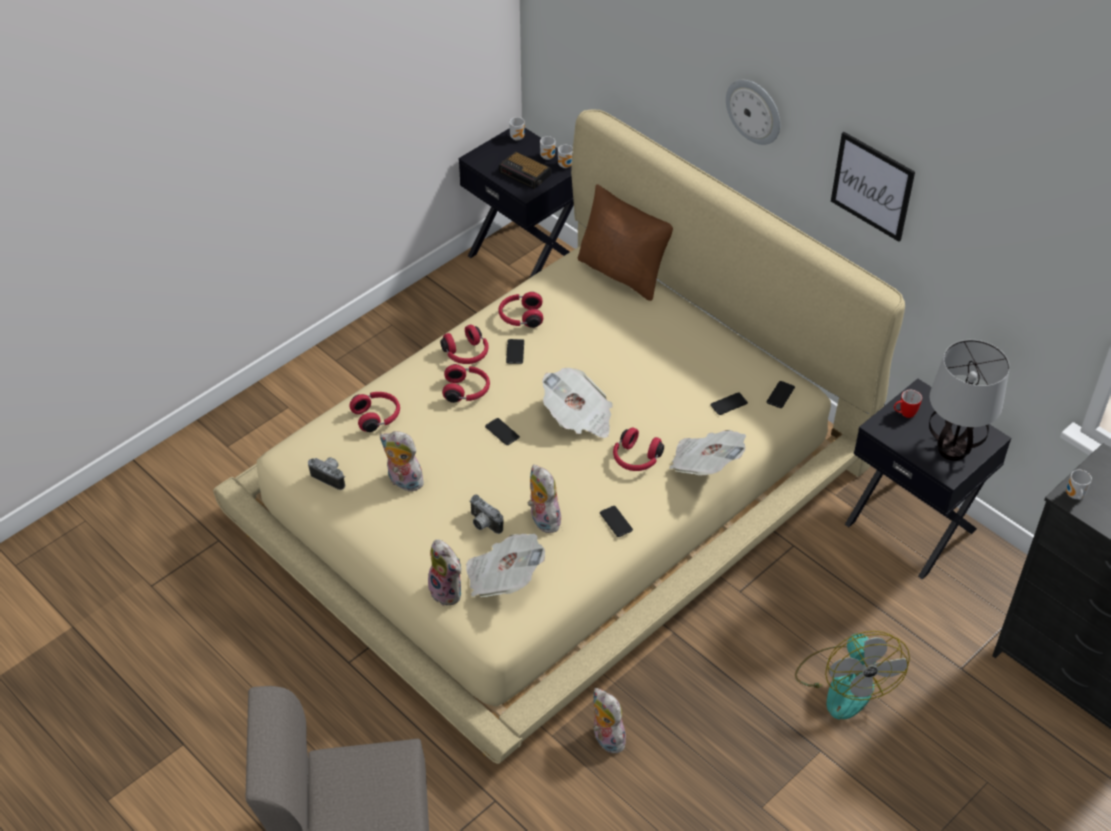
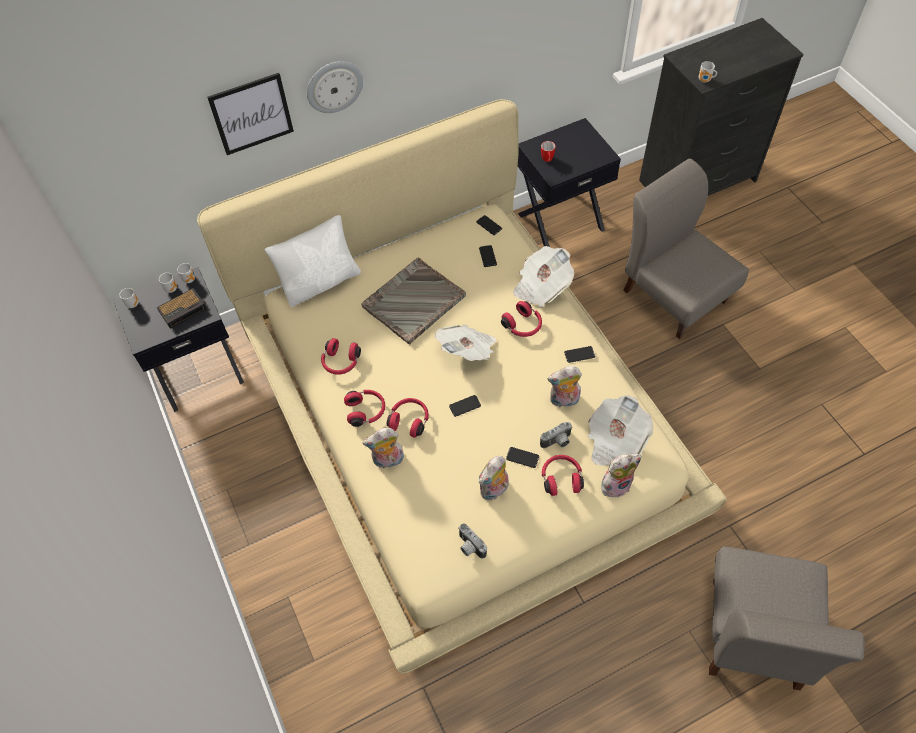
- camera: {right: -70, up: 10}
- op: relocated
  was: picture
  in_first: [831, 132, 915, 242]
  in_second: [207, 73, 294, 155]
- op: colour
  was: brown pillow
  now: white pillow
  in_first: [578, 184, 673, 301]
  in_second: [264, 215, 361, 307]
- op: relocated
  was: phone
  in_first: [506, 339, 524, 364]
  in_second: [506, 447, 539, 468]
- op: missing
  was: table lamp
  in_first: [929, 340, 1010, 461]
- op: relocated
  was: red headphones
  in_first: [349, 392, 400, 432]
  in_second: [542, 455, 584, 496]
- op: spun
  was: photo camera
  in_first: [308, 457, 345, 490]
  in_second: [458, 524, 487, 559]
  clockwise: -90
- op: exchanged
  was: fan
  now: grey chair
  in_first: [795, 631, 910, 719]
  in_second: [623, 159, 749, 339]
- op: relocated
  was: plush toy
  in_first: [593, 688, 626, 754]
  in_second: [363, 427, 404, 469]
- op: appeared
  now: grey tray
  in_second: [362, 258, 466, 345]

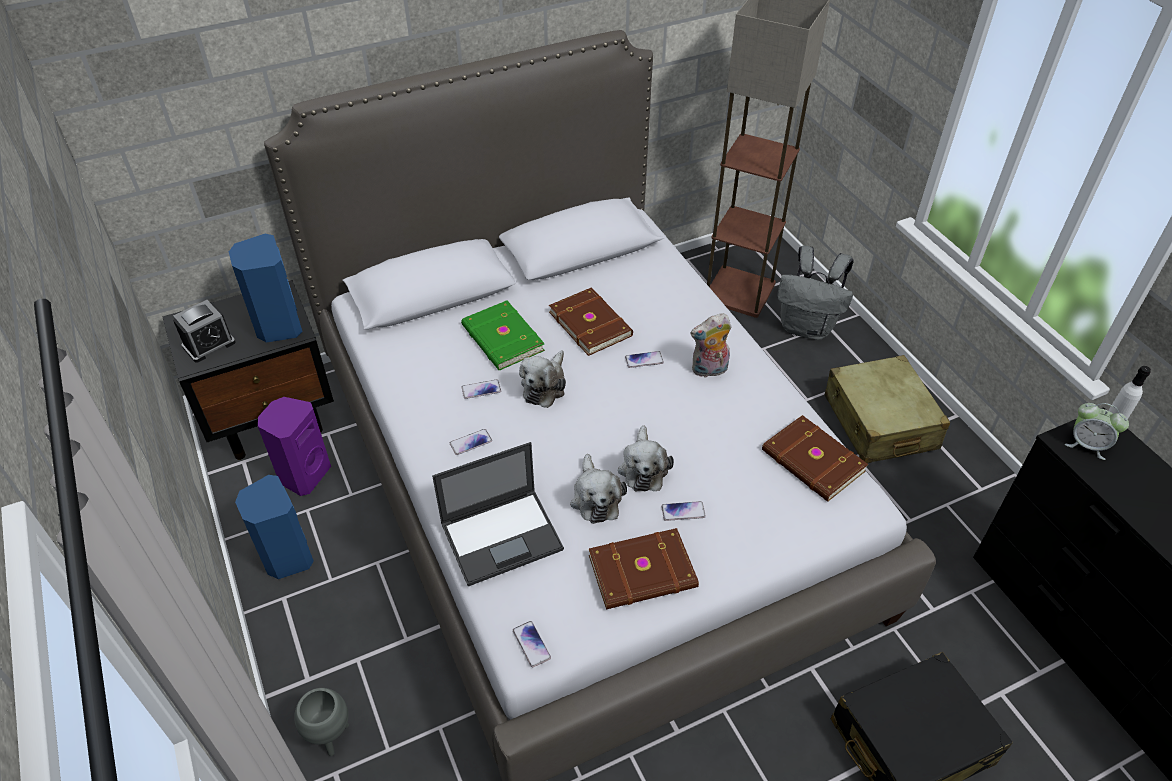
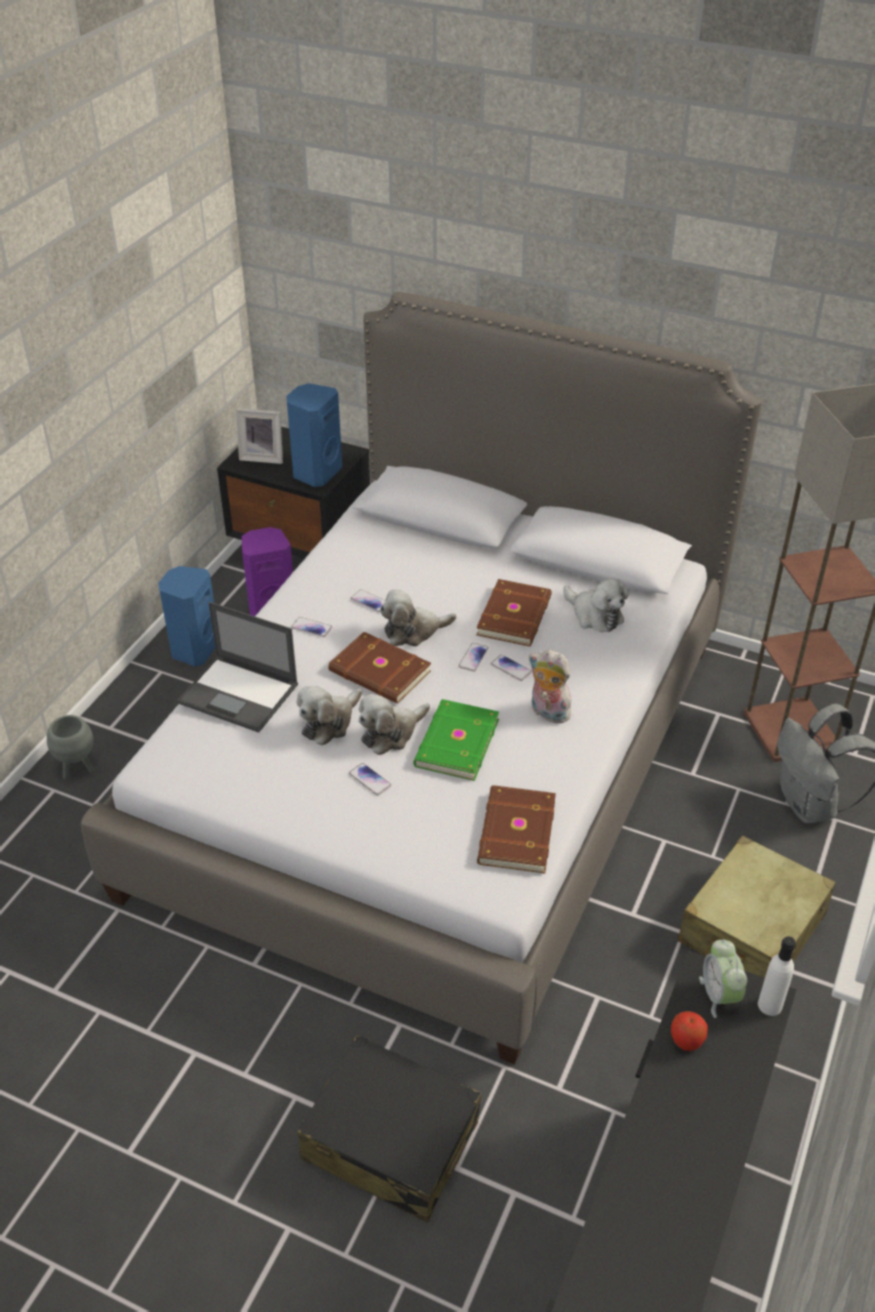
- camera: {right: 50, up: -5}
- op: exchanged
  was: alarm clock
  now: picture frame
  in_first: [173, 300, 236, 363]
  in_second: [236, 408, 283, 464]
- op: relocated
  was: green book
  in_first: [461, 301, 545, 370]
  in_second: [413, 699, 499, 781]
- op: relocated
  was: brown book
  in_first: [589, 528, 699, 609]
  in_second: [328, 632, 431, 704]
- op: relocated
  was: phone
  in_first: [513, 621, 551, 667]
  in_second: [458, 643, 489, 672]
- op: appeared
  now: plush toy
  in_second: [563, 578, 628, 632]
- op: appeared
  now: apple
  in_second: [671, 1011, 708, 1051]

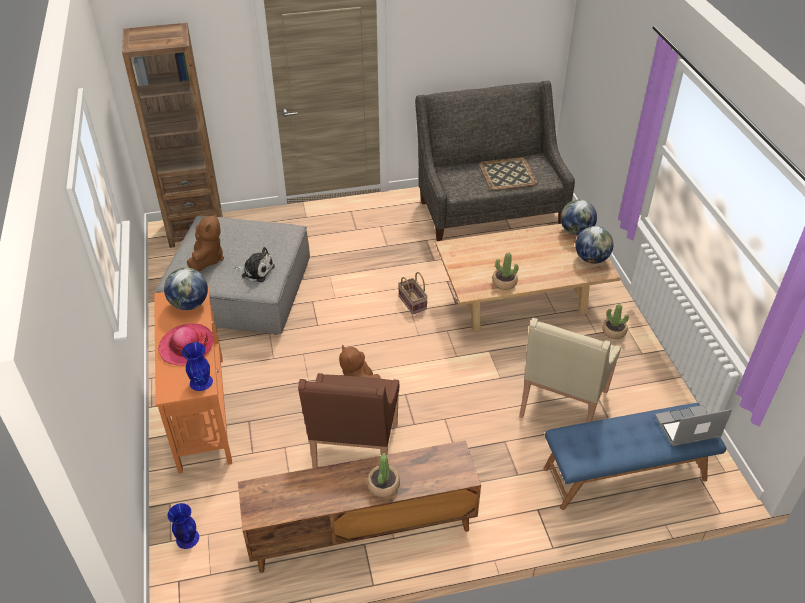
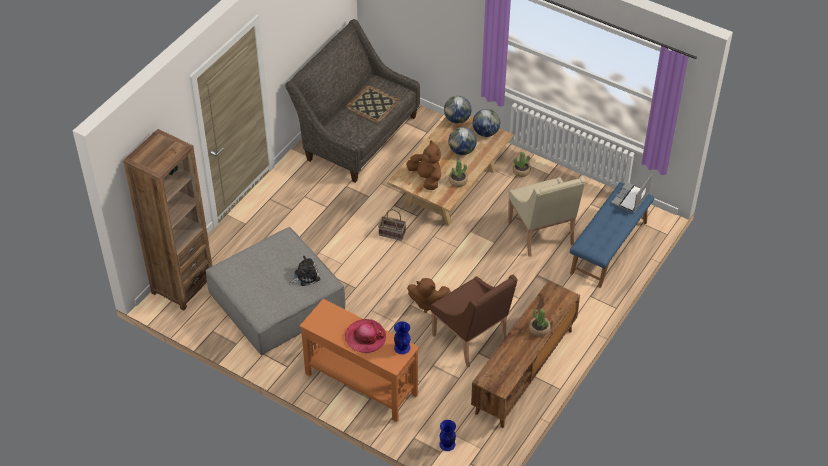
- camera: {right: -45, up: 5}
- op: relocated
  was: brown plush toy
  in_first: [187, 213, 224, 271]
  in_second: [406, 140, 441, 190]
- op: relocated
  was: globe
  in_first: [164, 268, 208, 310]
  in_second: [449, 127, 477, 155]

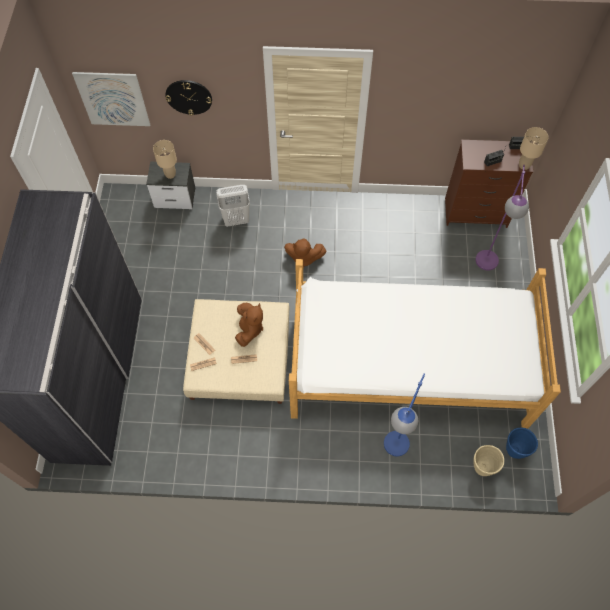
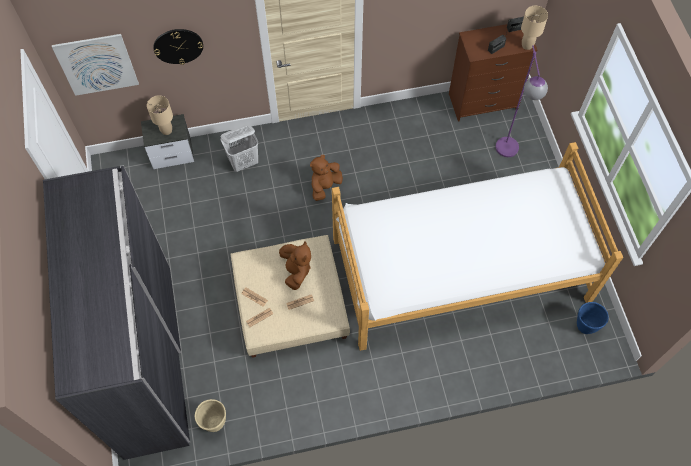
- camera: {right: -15, up: 0}
- op: spun
  was: brown plush toy
  in_first: [284, 238, 326, 268]
  in_second: [310, 154, 343, 201]
  clockwise: 135
- op: missing
  was: blue floor lamp
  in_first: [384, 374, 425, 456]
- op: relocated
  was: beige planter
  in_first: [473, 445, 504, 476]
  in_second: [195, 399, 226, 432]

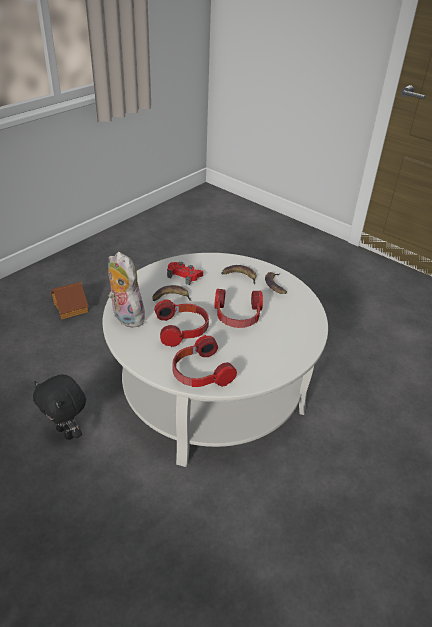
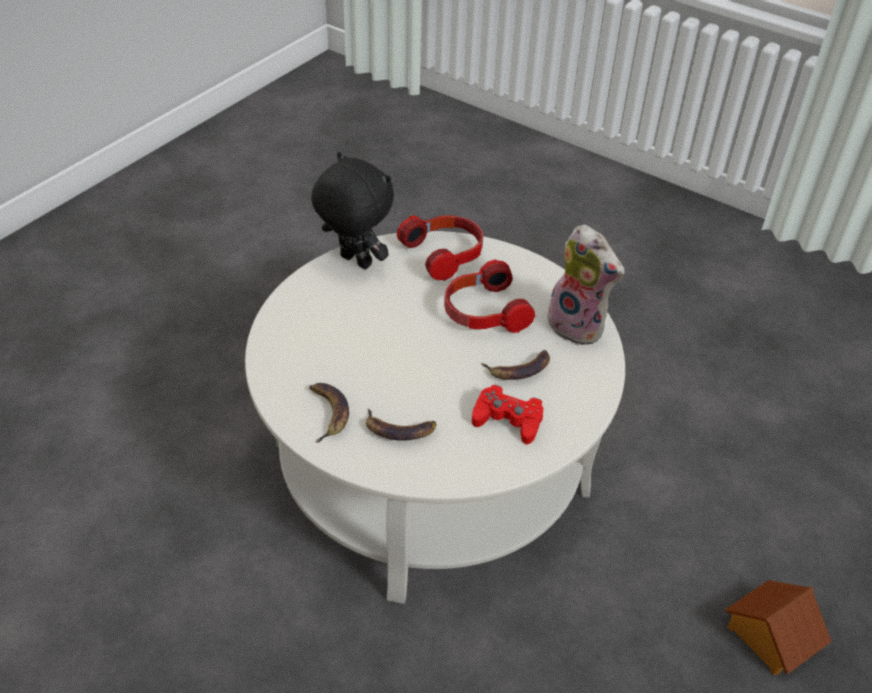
- camera: {right: 175, up: 5}
- op: missing
  was: headphones
  in_first: [214, 289, 263, 328]
- op: relocated
  was: black plush toy
  in_first: [33, 374, 86, 440]
  in_second: [311, 152, 394, 269]

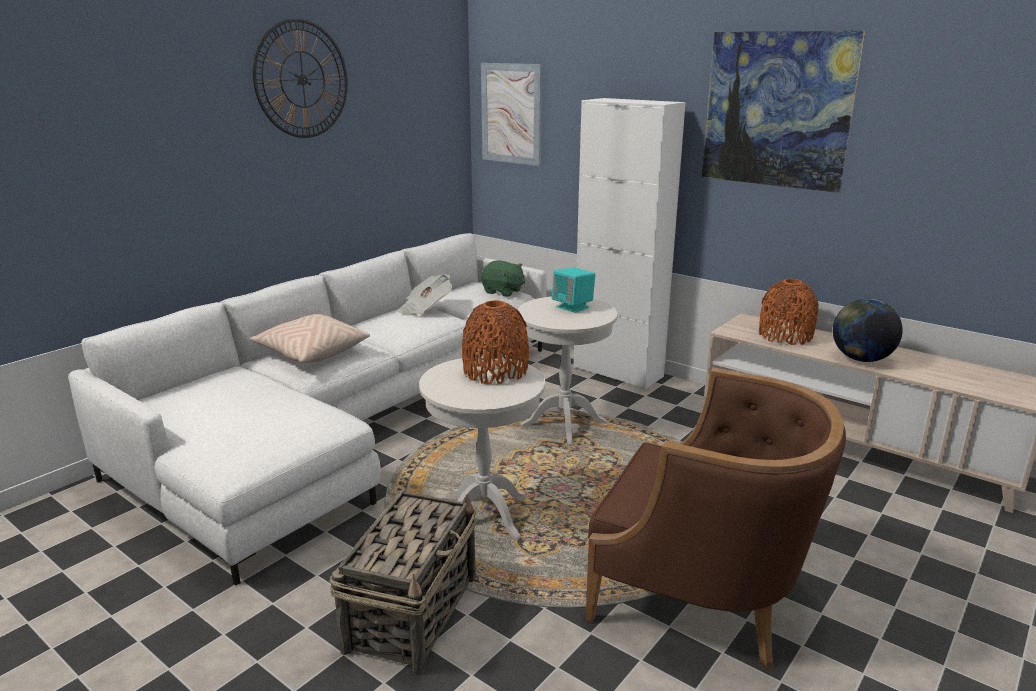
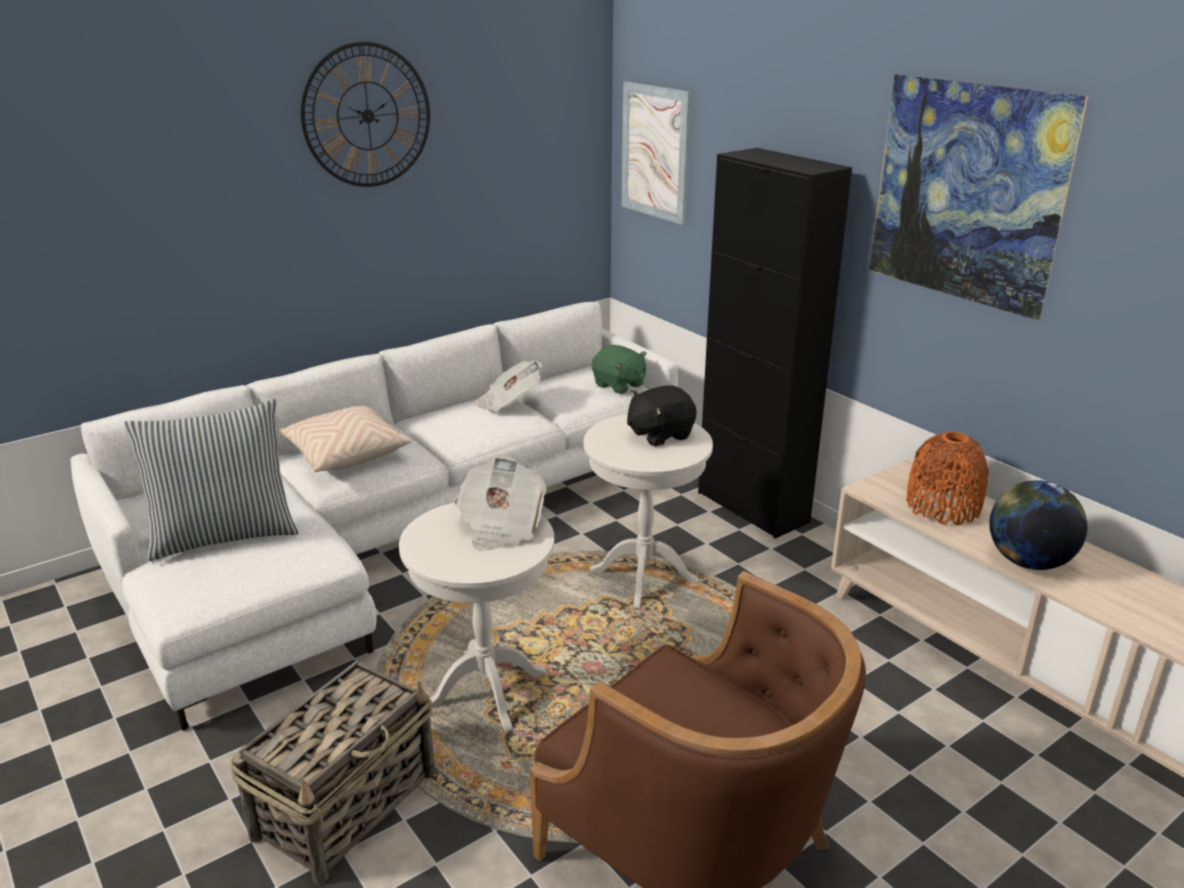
- camera: {right: 15, up: 5}
- op: colour
  was: white cabinet
  now: black cabinet
  in_first: [574, 98, 686, 389]
  in_second: [698, 148, 852, 539]
- op: exchanged
  was: turquoise speaker
  now: black plush toy
  in_first: [552, 267, 595, 313]
  in_second: [627, 385, 697, 446]
- op: exchanged
  was: orange vase
  now: newspaper
  in_first: [462, 300, 529, 384]
  in_second: [455, 456, 547, 551]
- op: appeared
  now: pillow
  in_second: [124, 399, 298, 561]

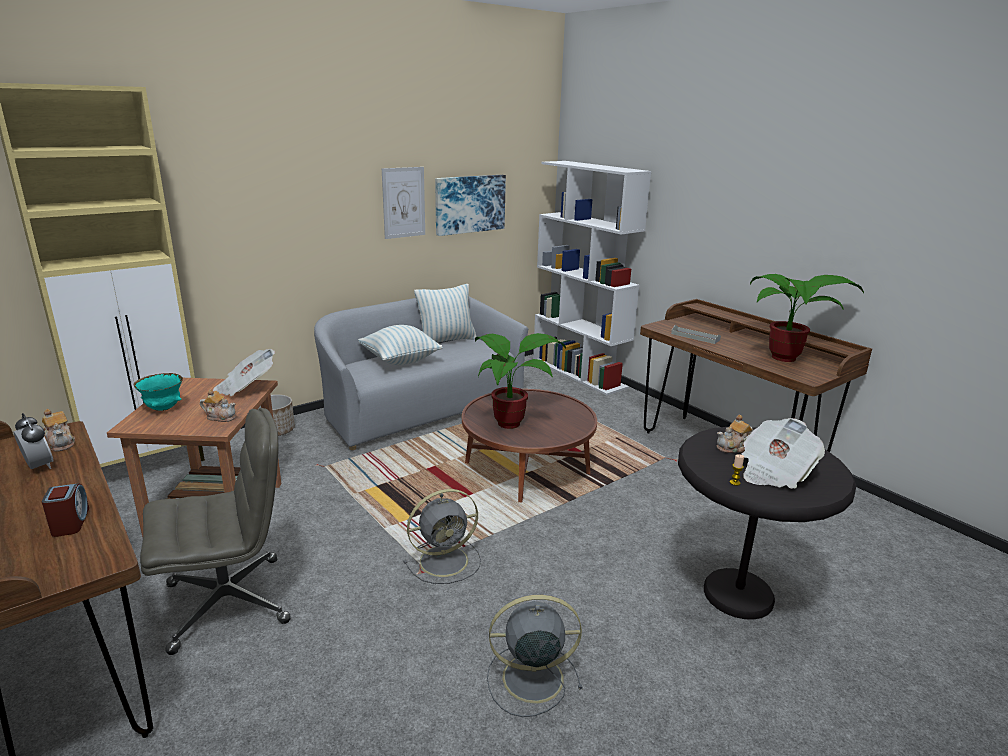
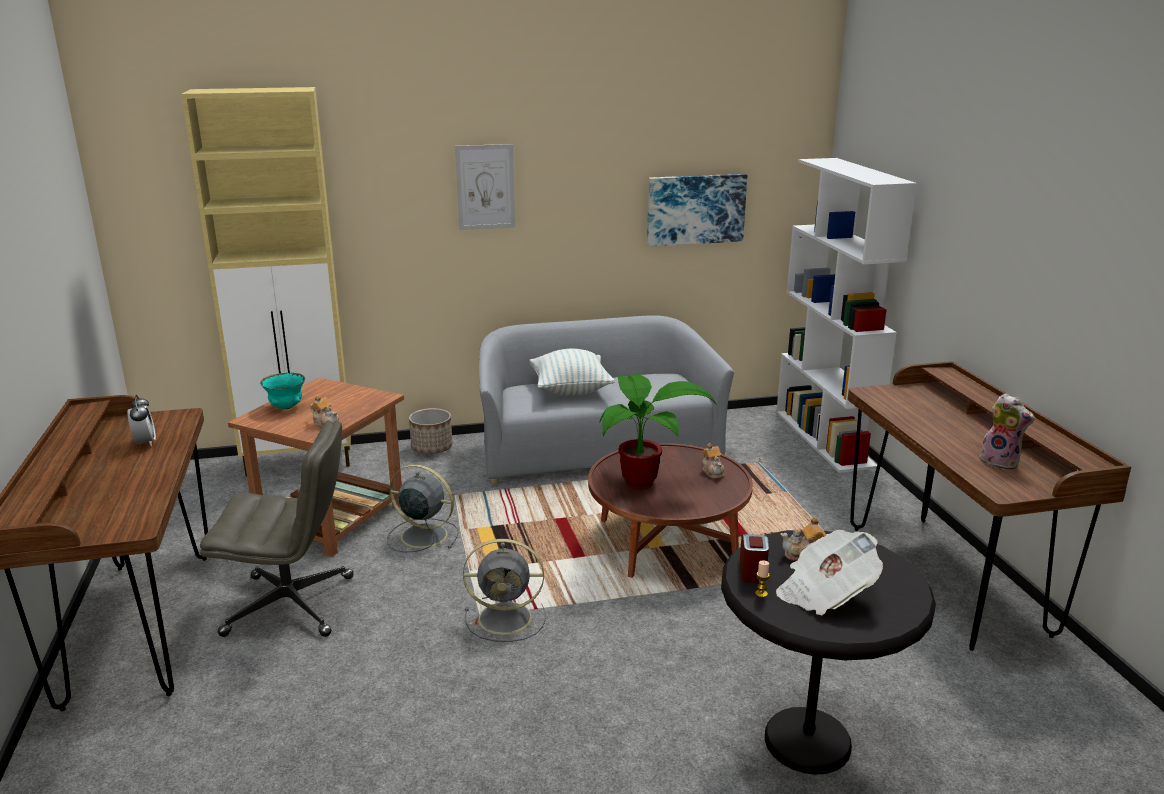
- camera: {right: 25, up: 0}
- op: relocated
  was: picture
  in_first: [382, 167, 425, 239]
  in_second: [455, 144, 515, 230]
- op: exchanged
  was: potted plant
  now: plush toy
  in_first: [750, 274, 864, 362]
  in_second: [979, 393, 1035, 470]
- op: missing
  was: pillow
  in_first: [414, 284, 477, 343]
- op: missing
  was: grey tray
  in_first: [671, 325, 721, 344]
- op: missing
  was: newspaper
  in_first: [213, 349, 276, 396]
- op: relocated
  was: teapot
  in_first: [42, 409, 75, 452]
  in_second: [702, 443, 725, 479]
- op: relocated
  was: alarm clock
  in_first: [42, 483, 89, 537]
  in_second: [740, 534, 769, 583]
- op: relocated
  was: grey fan
  in_first: [487, 595, 583, 717]
  in_second: [387, 464, 459, 552]

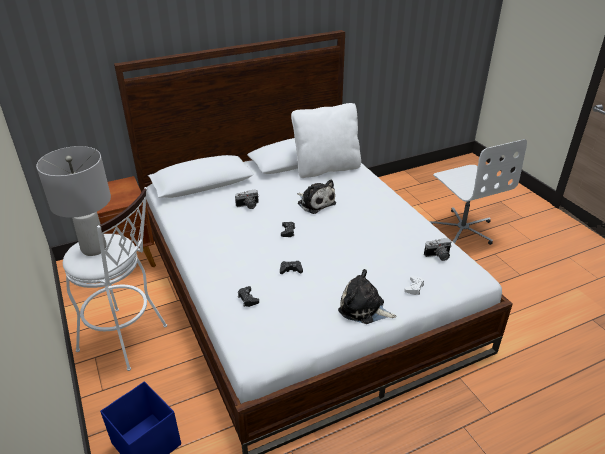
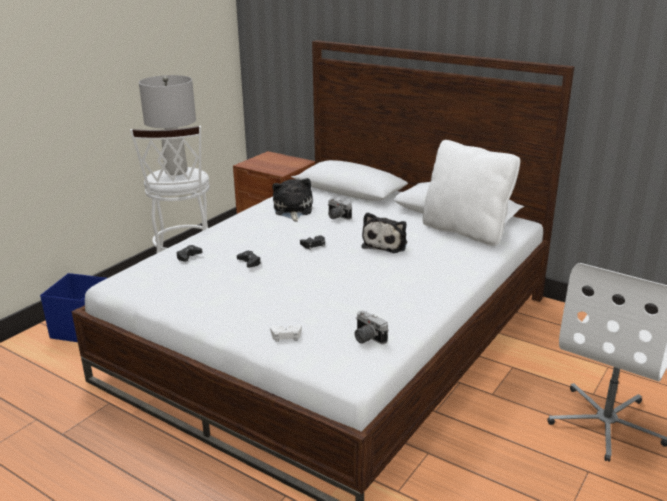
- camera: {right: 60, up: -10}
- op: relocated
  was: plush toy
  in_first: [338, 269, 396, 324]
  in_second: [272, 178, 313, 222]

